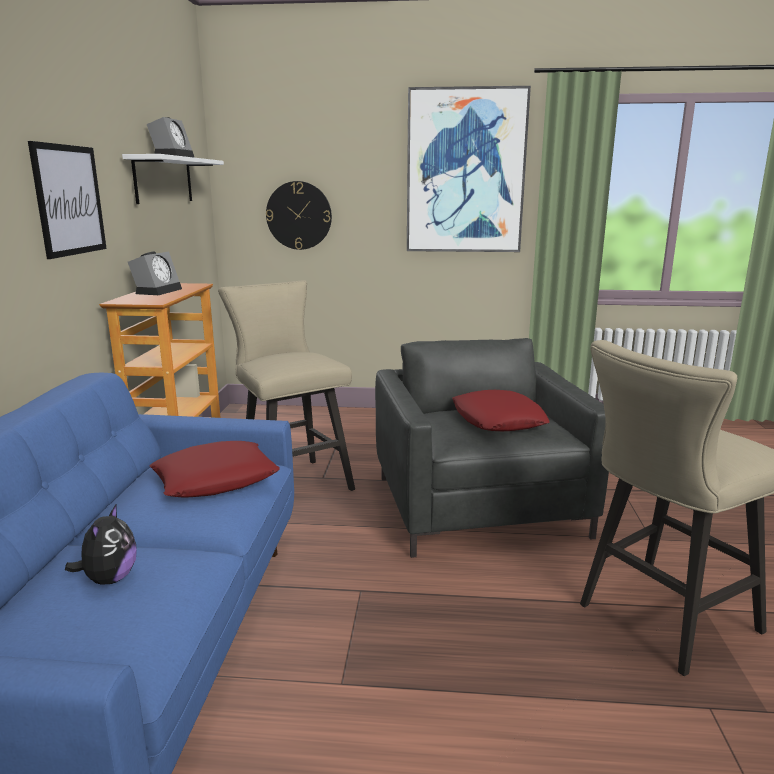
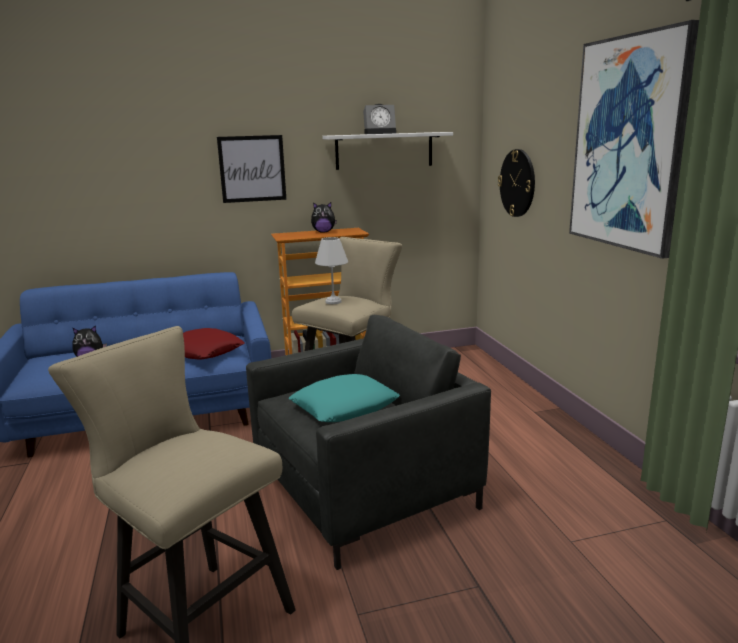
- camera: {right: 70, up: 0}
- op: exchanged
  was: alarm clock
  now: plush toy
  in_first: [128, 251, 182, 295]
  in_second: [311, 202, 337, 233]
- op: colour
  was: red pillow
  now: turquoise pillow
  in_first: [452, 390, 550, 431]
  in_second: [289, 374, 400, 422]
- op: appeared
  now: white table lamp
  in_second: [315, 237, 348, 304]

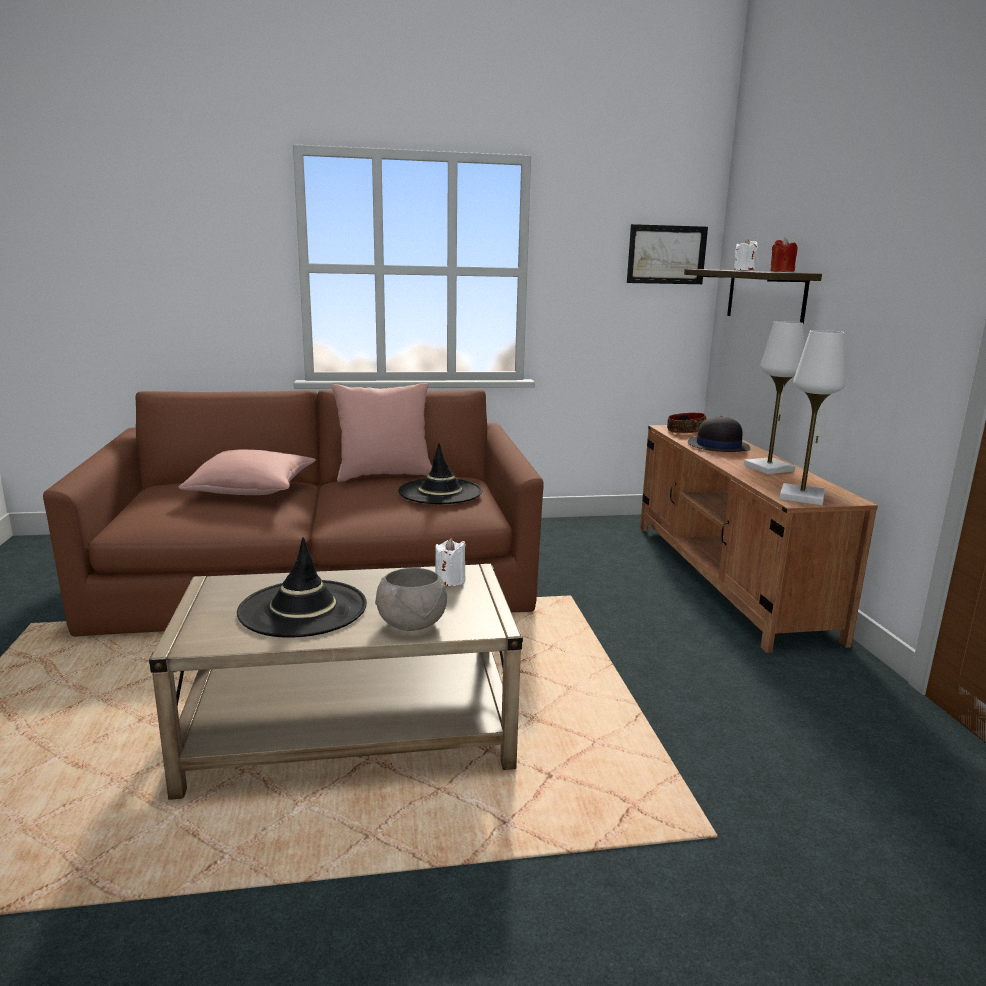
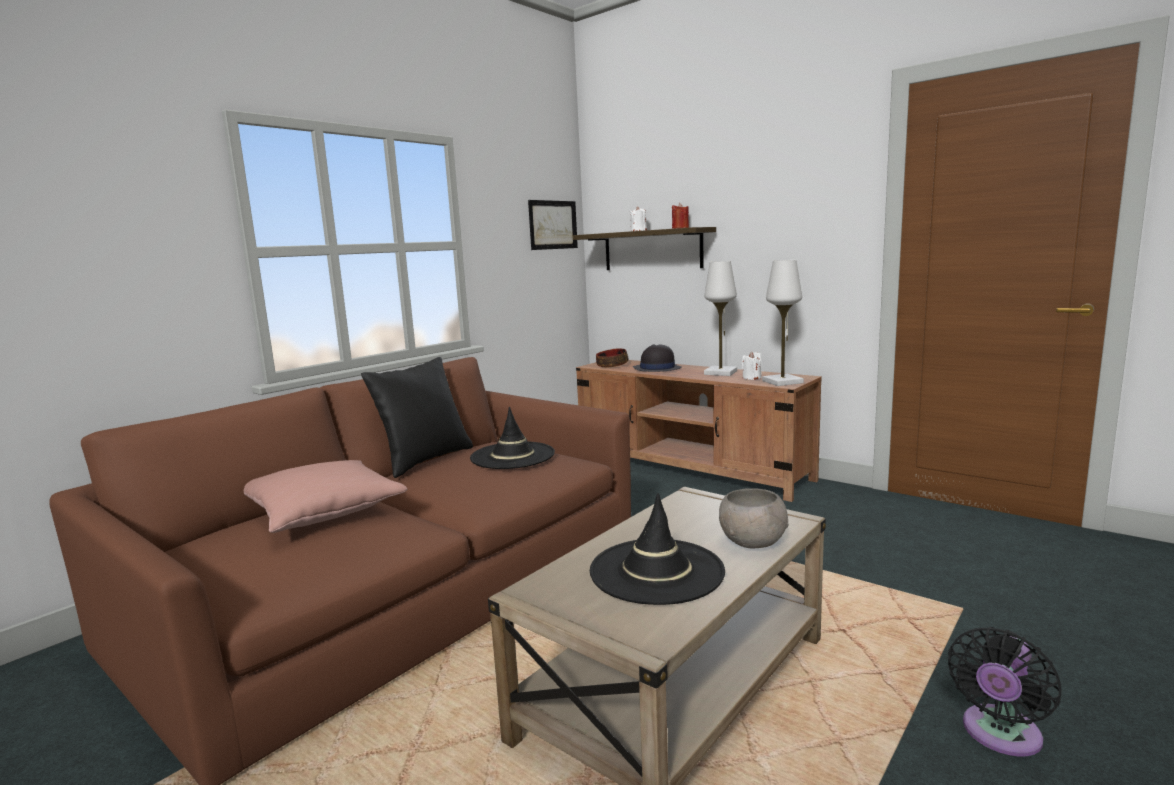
- camera: {right: -40, up: -5}
- op: colour
  was: pink pillow
  now: black pillow
  in_first: [331, 383, 432, 482]
  in_second: [361, 357, 473, 478]
- op: relocated
  was: white candle
  in_first: [435, 538, 466, 586]
  in_second: [741, 351, 762, 380]
- op: appeared
  now: black fan
  in_second: [948, 627, 1061, 757]

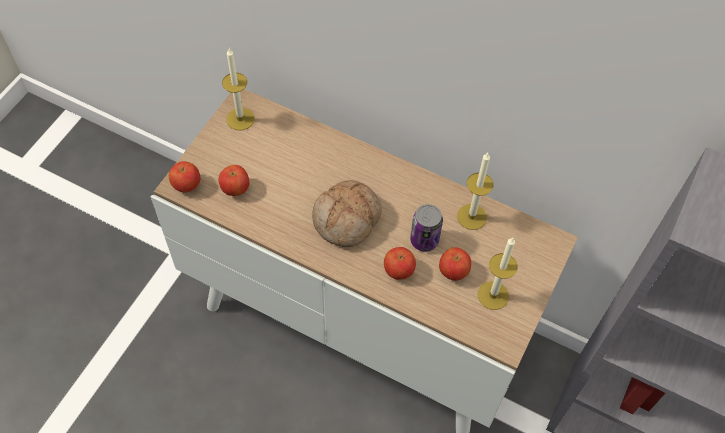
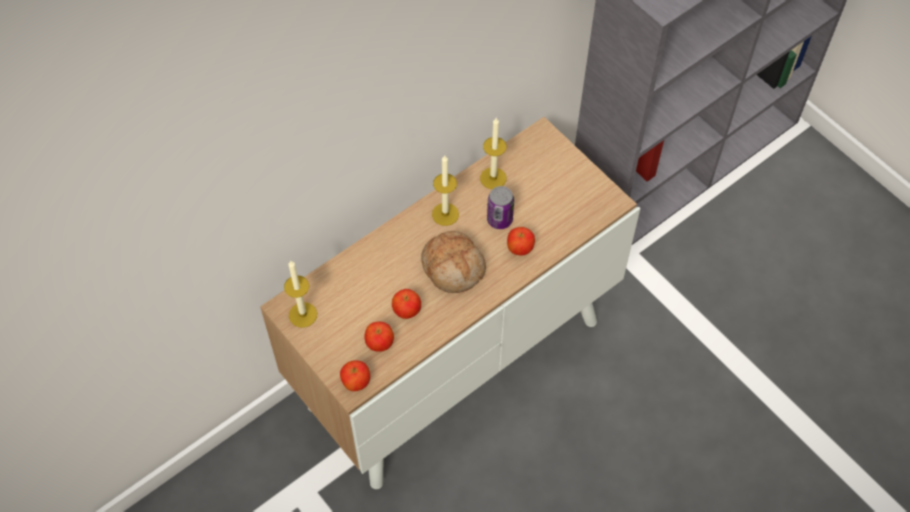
- camera: {right: -65, up: 0}
- op: relocated
  was: candle
  in_first: [478, 238, 517, 310]
  in_second: [432, 155, 459, 226]
- op: relocated
  was: apple
  in_first: [439, 247, 471, 281]
  in_second: [392, 289, 421, 319]

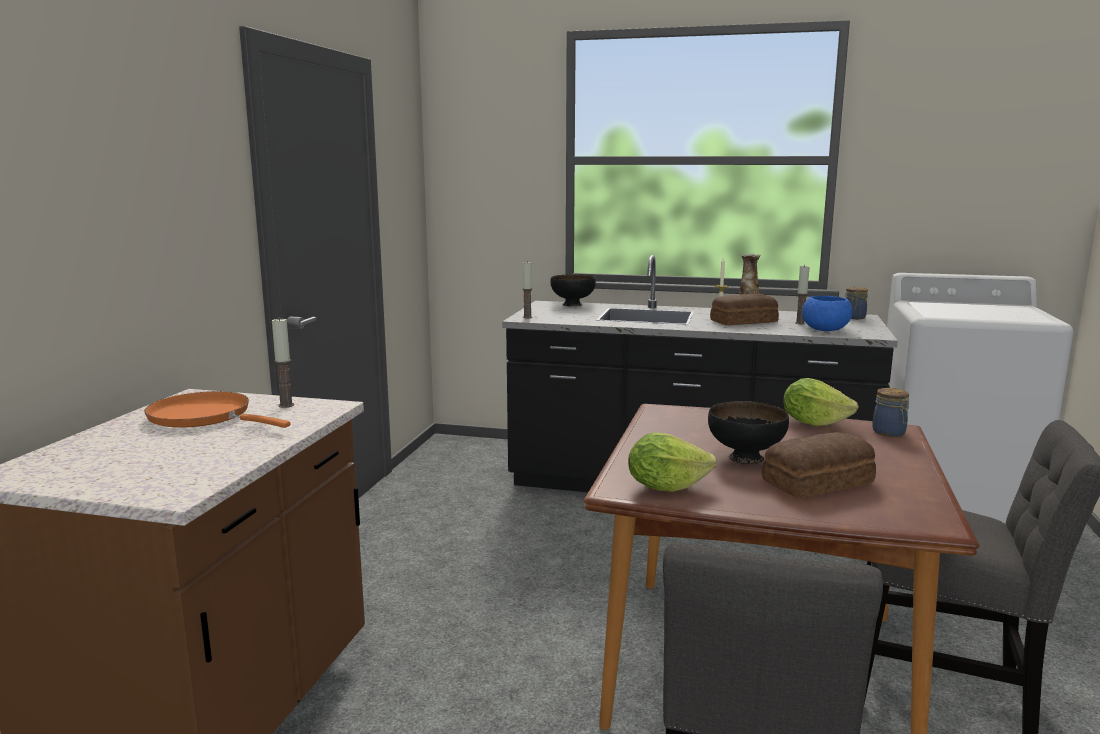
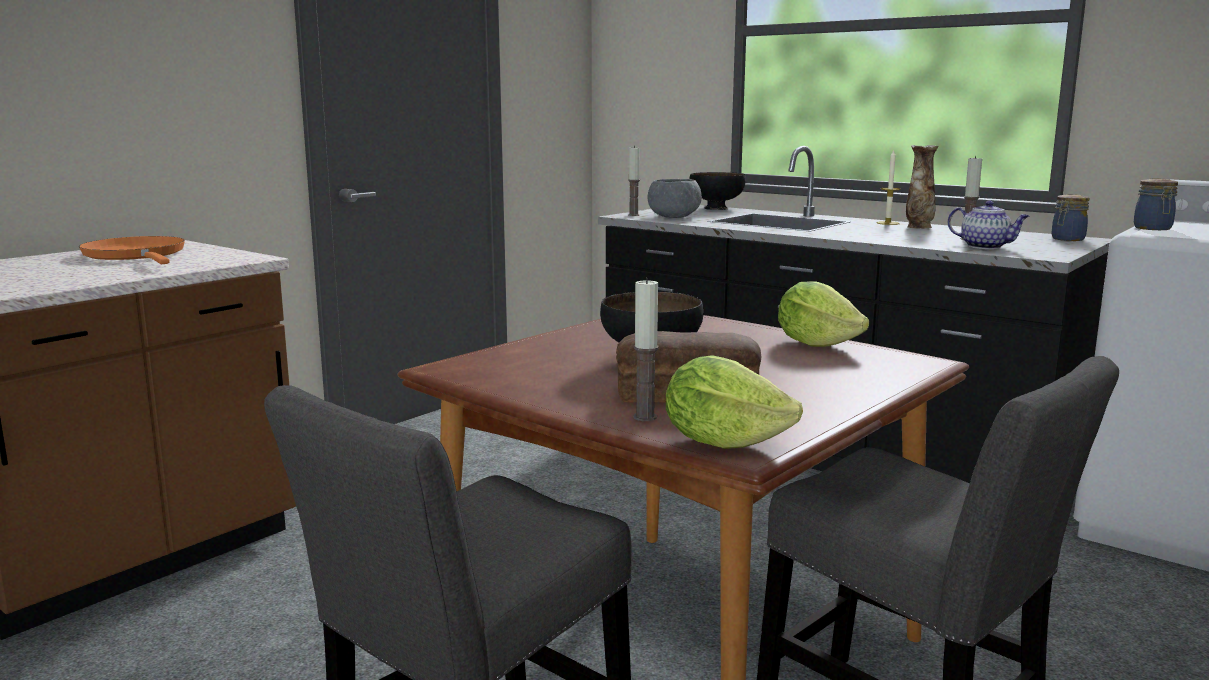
- camera: {right: 25, up: 0}
- op: missing
  was: bread
  in_first: [710, 293, 779, 325]
- op: exchanged
  was: blue bowl
  now: teapot
  in_first: [802, 296, 852, 331]
  in_second: [948, 200, 1029, 249]
- op: relocated
  was: candle
  in_first: [272, 317, 294, 408]
  in_second: [633, 278, 659, 421]
- op: relocated
  was: jar
  in_first: [872, 388, 909, 437]
  in_second: [1134, 178, 1178, 230]
- op: relocated
  was: lettuce
  in_first: [628, 432, 716, 492]
  in_second: [666, 355, 803, 449]
- op: appeared
  now: grey bowl
  in_second: [648, 179, 702, 218]

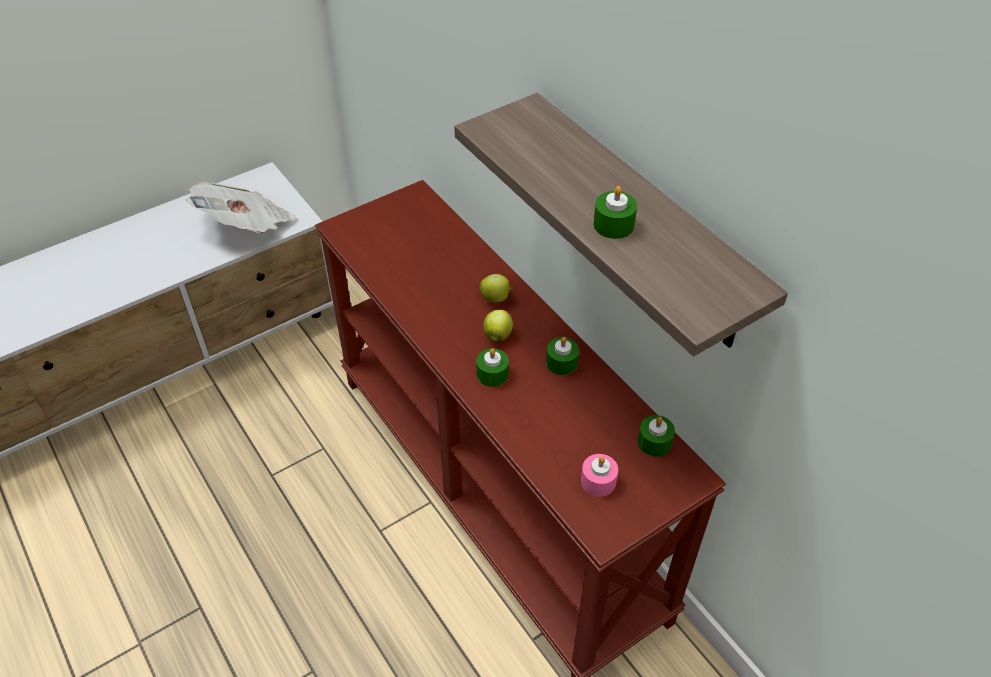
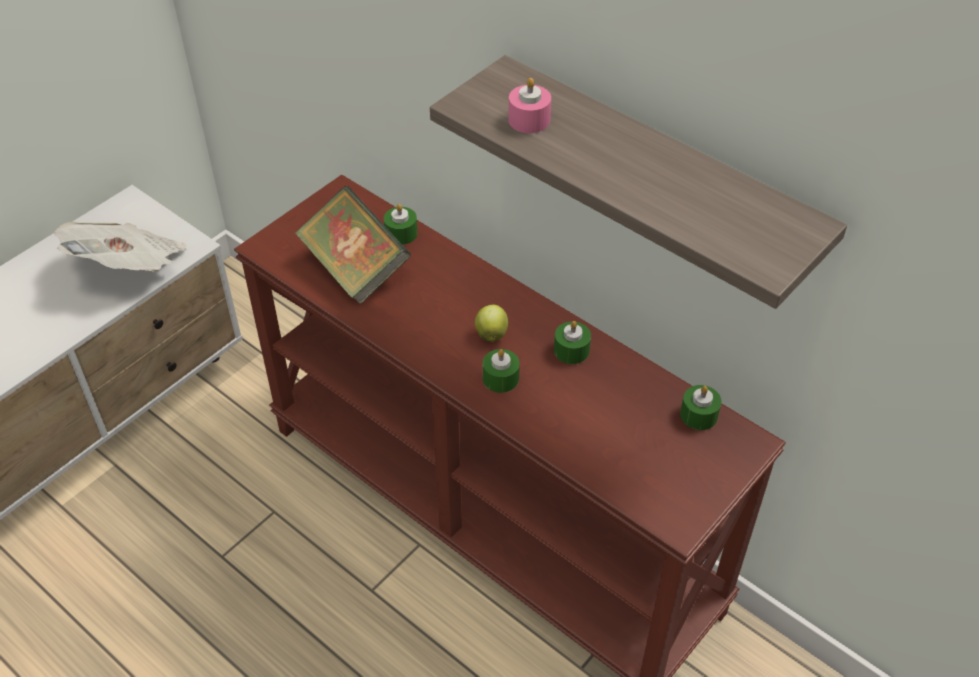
- camera: {right: -15, up: 0}
- op: relocated
  was: green candle
  in_first: [593, 186, 637, 239]
  in_second: [384, 204, 418, 245]
- op: missing
  was: apple
  in_first: [480, 274, 513, 302]
- op: relocated
  was: pink candle
  in_first: [581, 454, 618, 497]
  in_second: [508, 78, 551, 133]
- op: appeared
  now: book
  in_second: [295, 186, 411, 304]

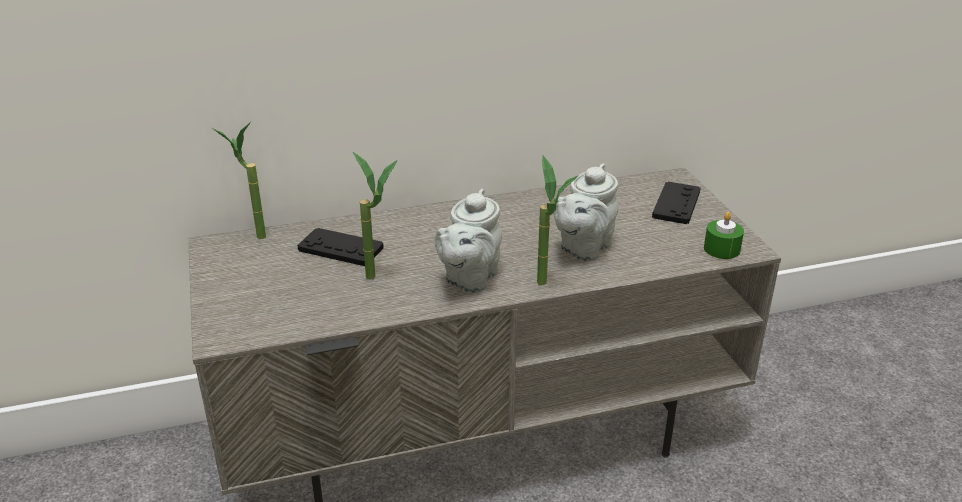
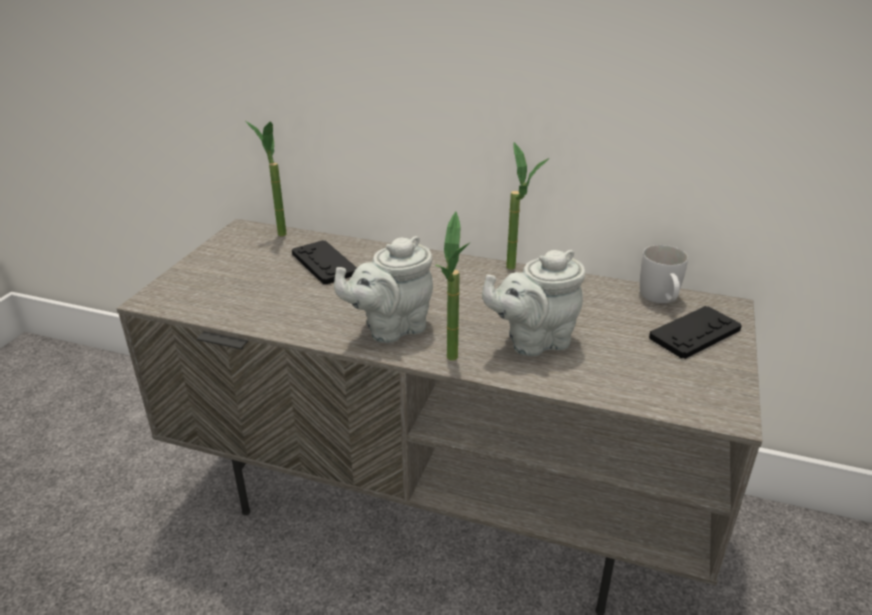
- camera: {right: 35, up: 0}
- op: relocated
  was: potted plant
  in_first: [353, 152, 397, 279]
  in_second: [506, 142, 549, 270]
- op: missing
  was: green candle
  in_first: [704, 212, 744, 259]
- op: appeared
  now: white mug
  in_second: [640, 245, 688, 303]

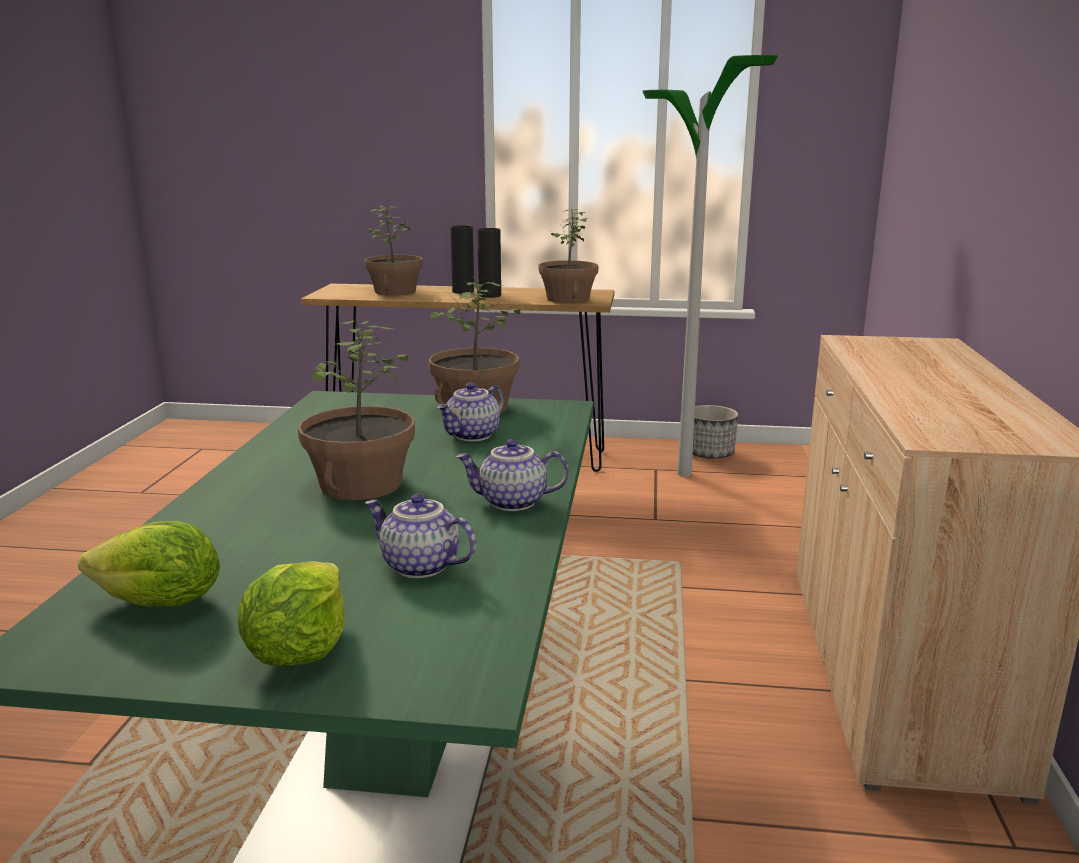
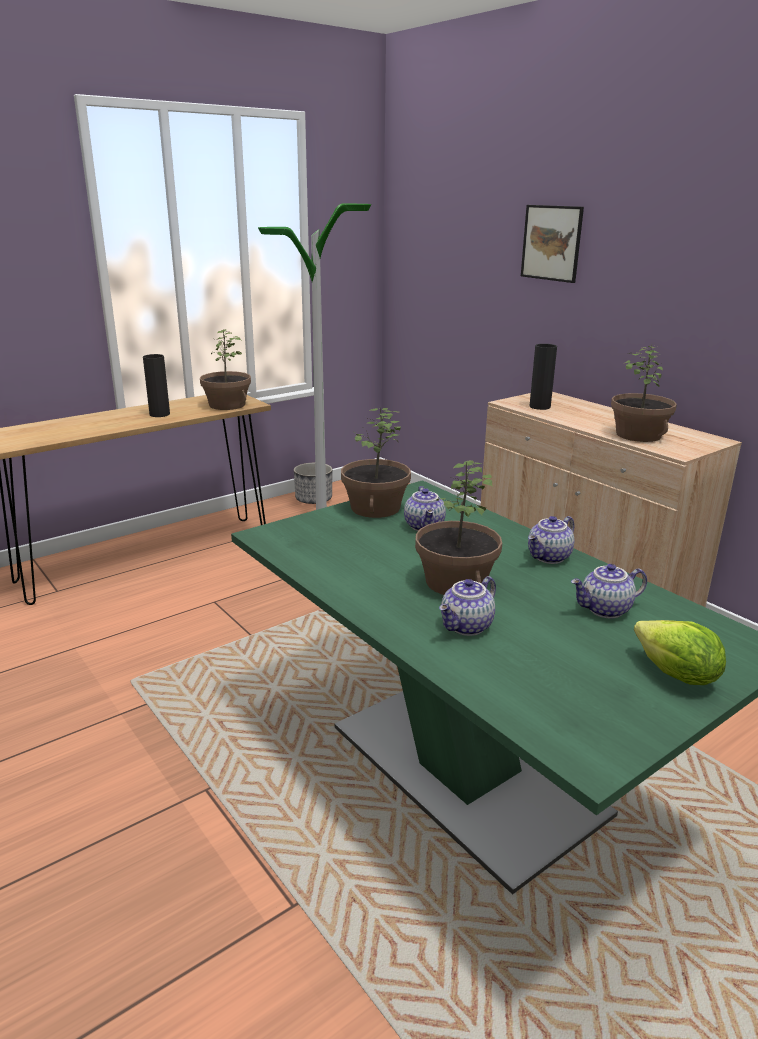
- camera: {right: -45, up: 5}
- op: relocated
  was: potted plant
  in_first: [365, 205, 423, 296]
  in_second: [611, 345, 677, 442]
- op: relocated
  was: black vase
  in_first: [450, 226, 474, 294]
  in_second: [530, 344, 557, 410]
- op: missing
  was: lettuce
  in_first: [78, 521, 220, 606]
- op: appeared
  now: picture
  in_second: [521, 205, 584, 283]
- op: appeared
  now: teapot
  in_second: [439, 576, 496, 636]

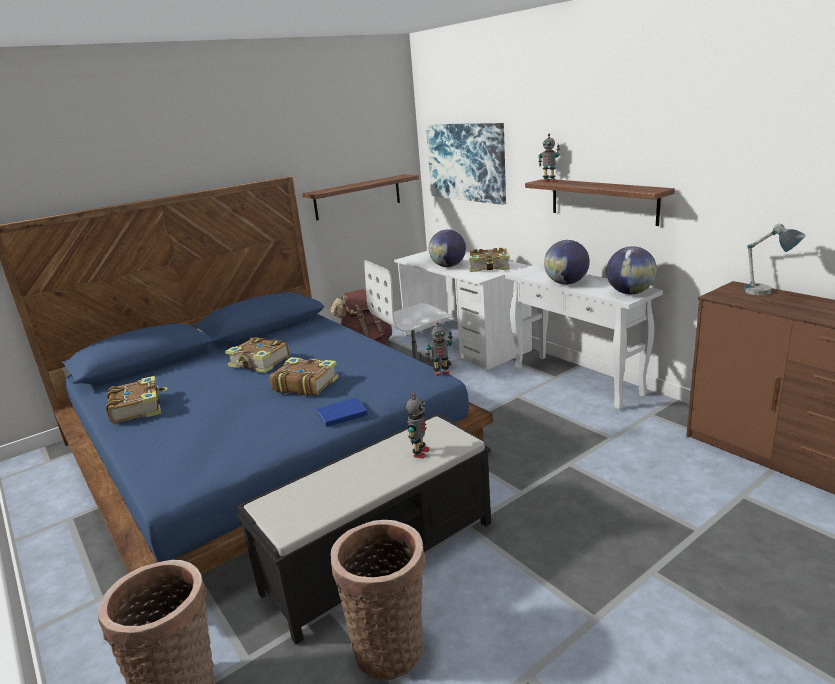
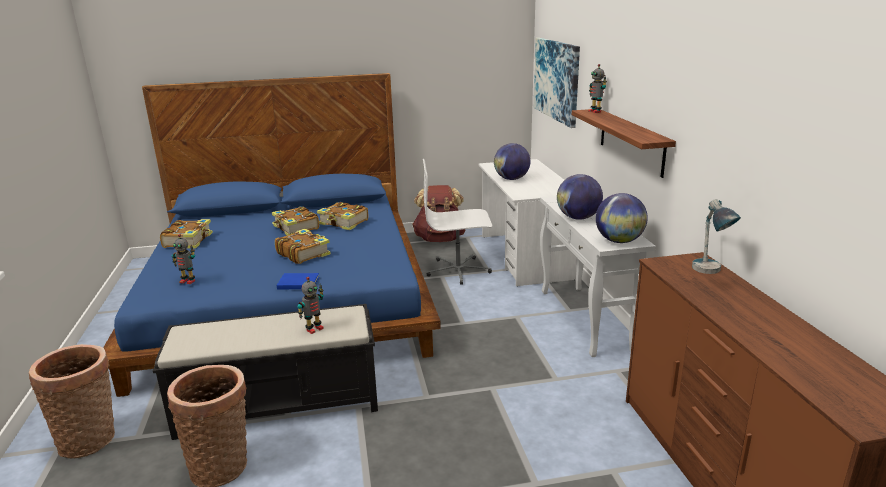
- camera: {right: 25, up: 0}
- op: missing
  was: shelf
  in_first: [302, 174, 419, 221]
- op: relocated
  was: book
  in_first: [469, 248, 510, 272]
  in_second: [317, 202, 368, 230]
- op: relocated
  was: toy robot
  in_first: [426, 322, 453, 376]
  in_second: [172, 234, 195, 284]

